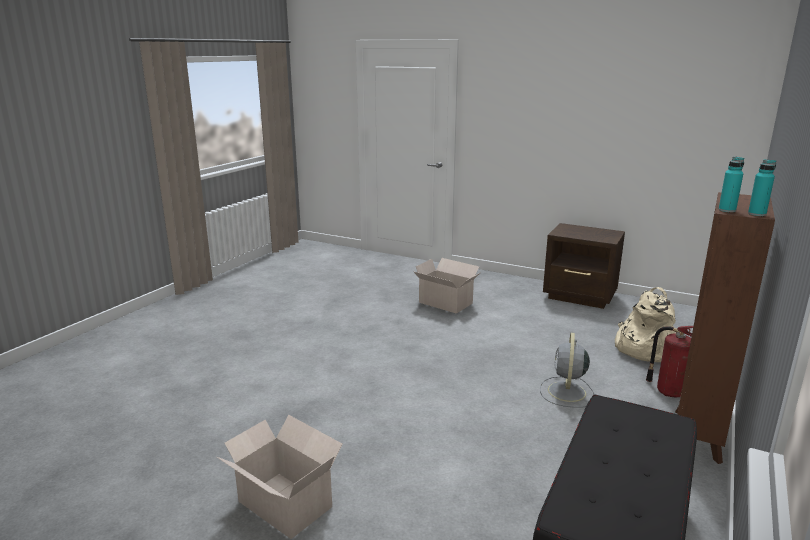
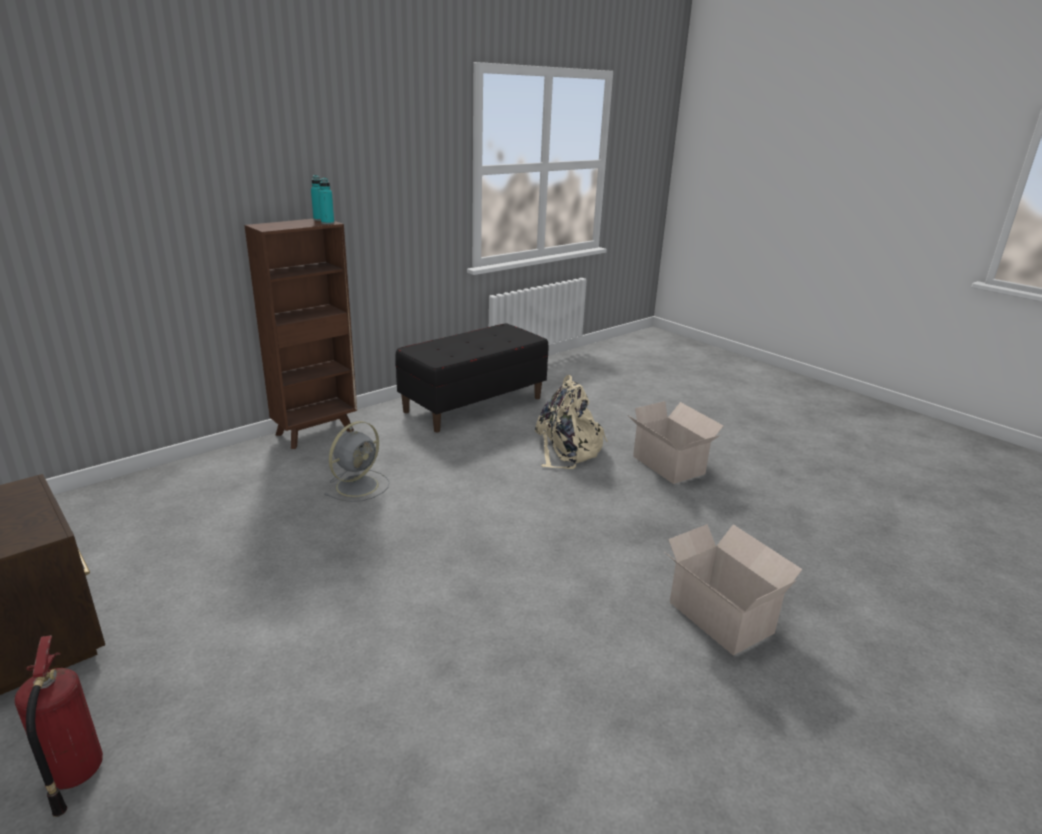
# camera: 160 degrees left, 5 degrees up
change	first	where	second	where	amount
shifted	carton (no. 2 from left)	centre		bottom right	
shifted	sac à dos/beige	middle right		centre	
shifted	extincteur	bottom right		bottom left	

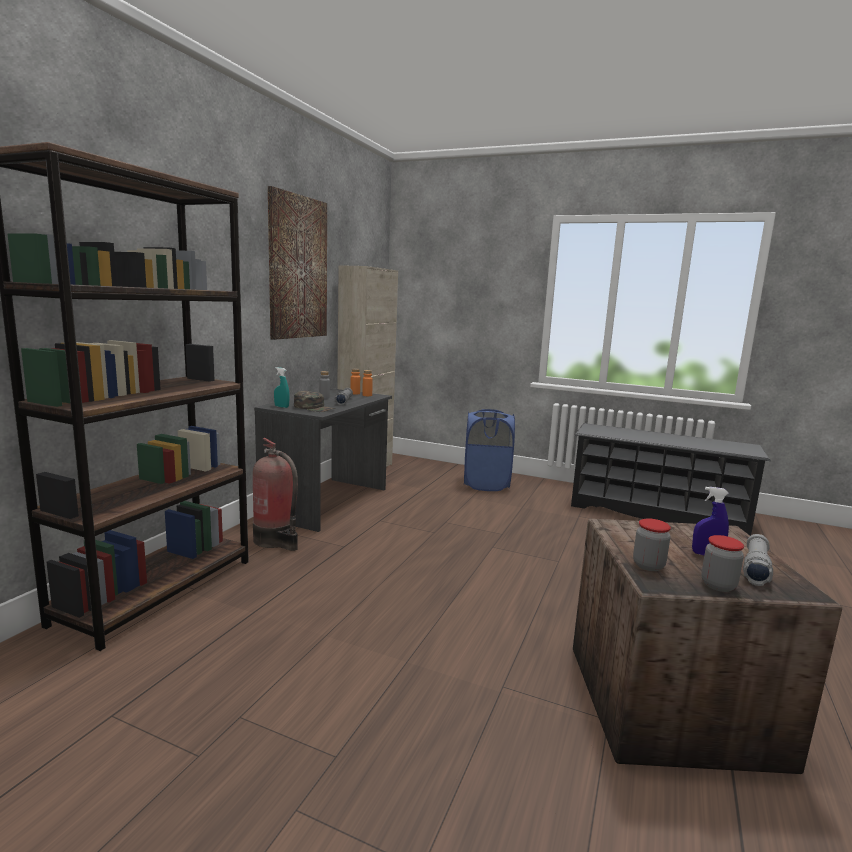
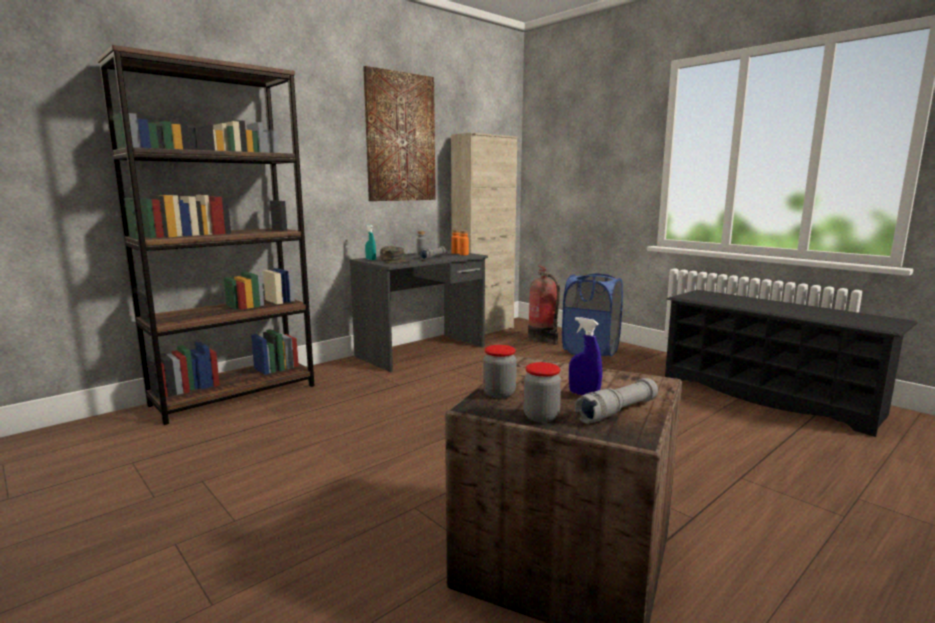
# camera: 25 degrees right, 0 degrees up
change	first	where	second	where	amount
shifted	extincteur	middle left		centre	

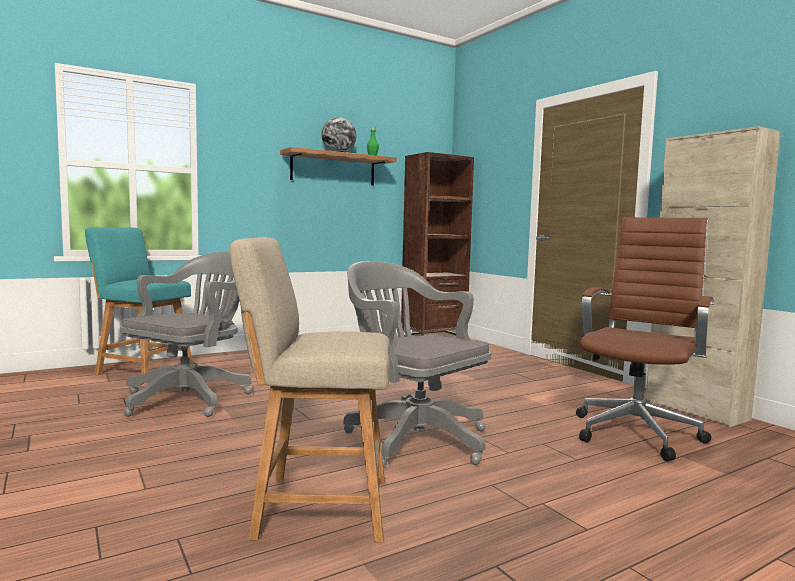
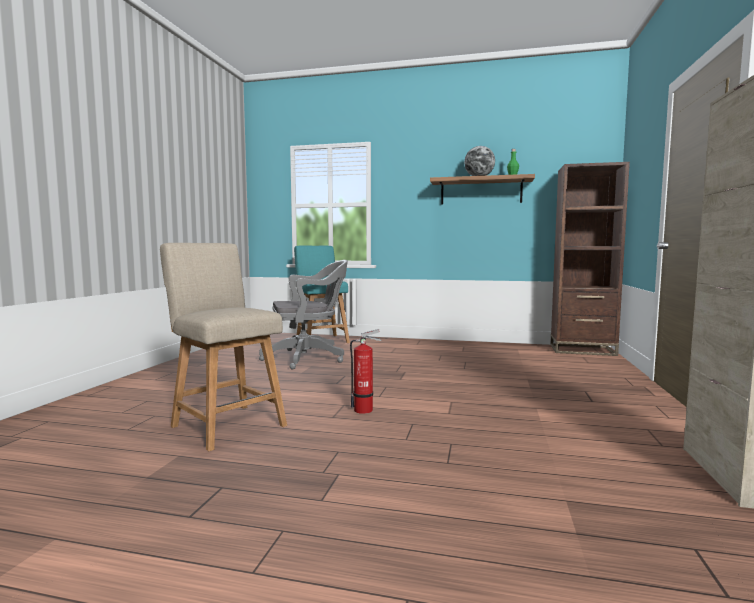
# camera: 45 degrees right, 0 degrees up
change	first	where	second	where	amount
swapped	chaise de bureau/gris (no. 2 from left)	centre	extincteur	centre	
gone	chaise de bureau/marron	middle right			

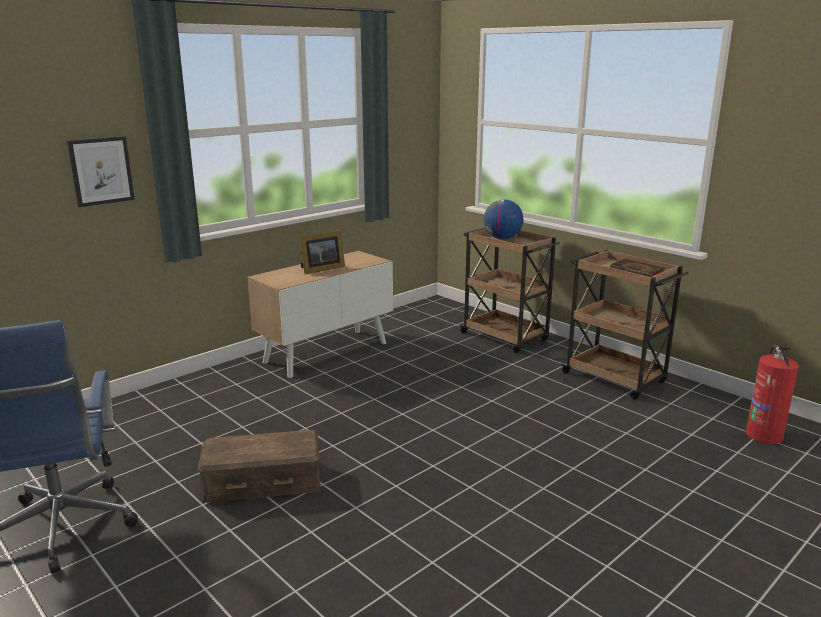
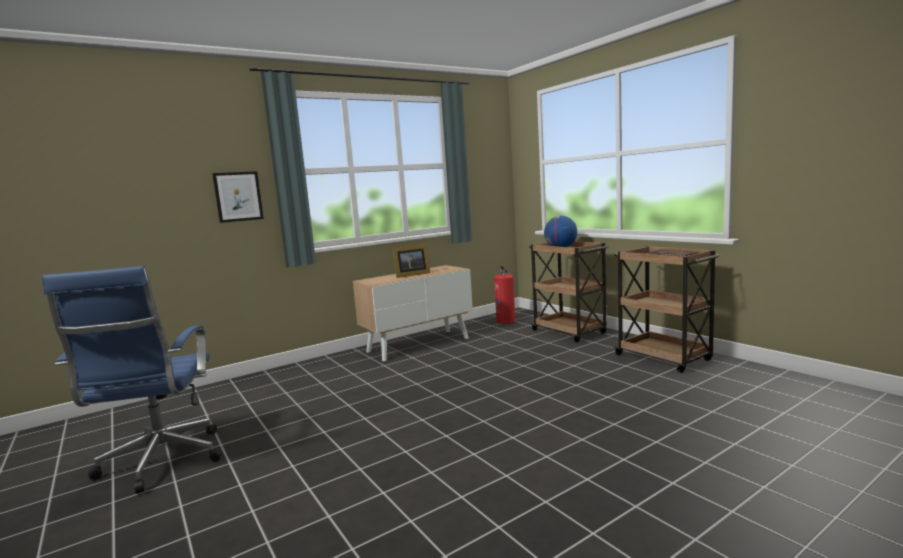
# camera: 10 degrees right, 10 degrees down
change	first	where	second	where	amount
gone	boîte de rangement/marron	bottom left			
shifted	extincteur	middle right		centre	

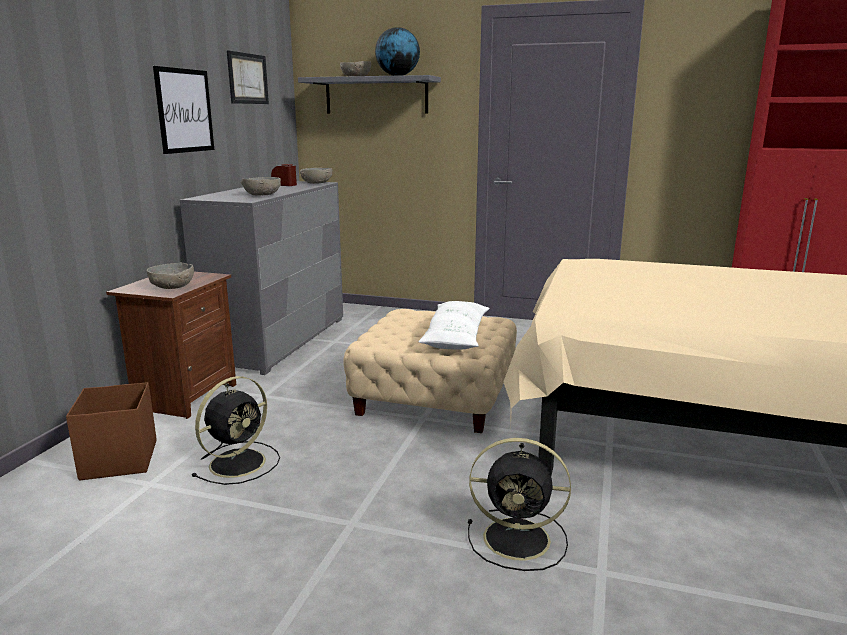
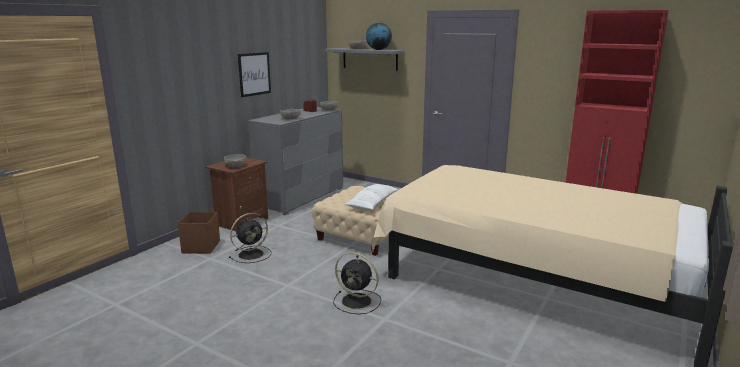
# camera: 15 degrees right, 0 degrees up
change	first	where	second	where	amount
gone	tableau (no. 2 from left)	top left			

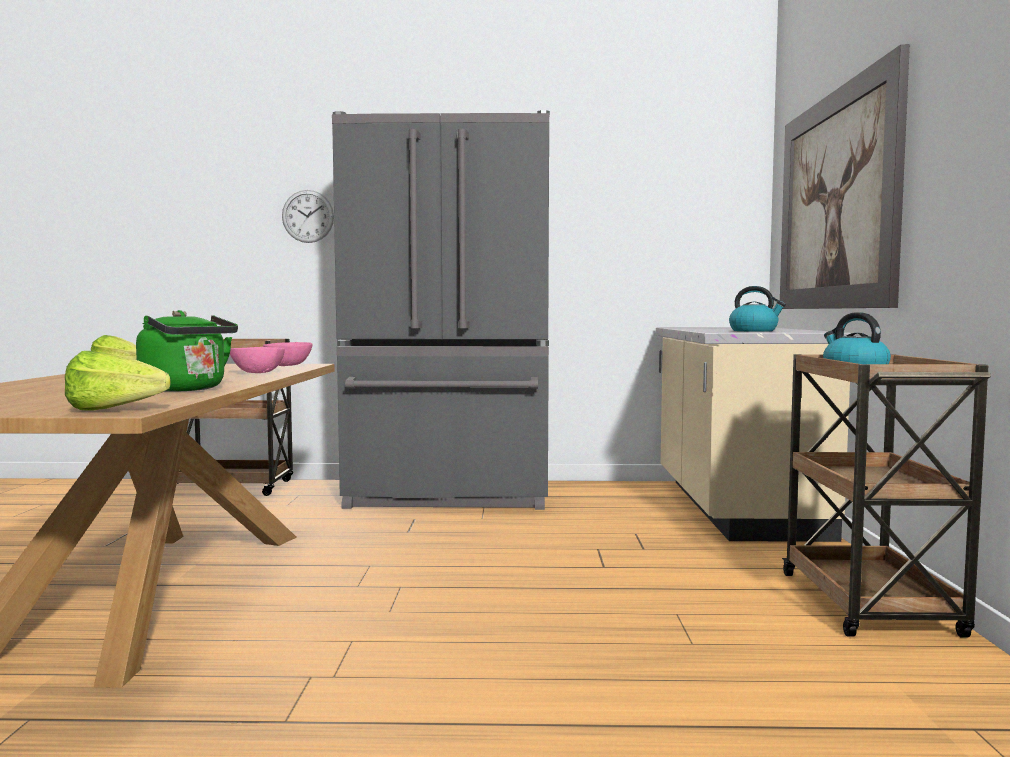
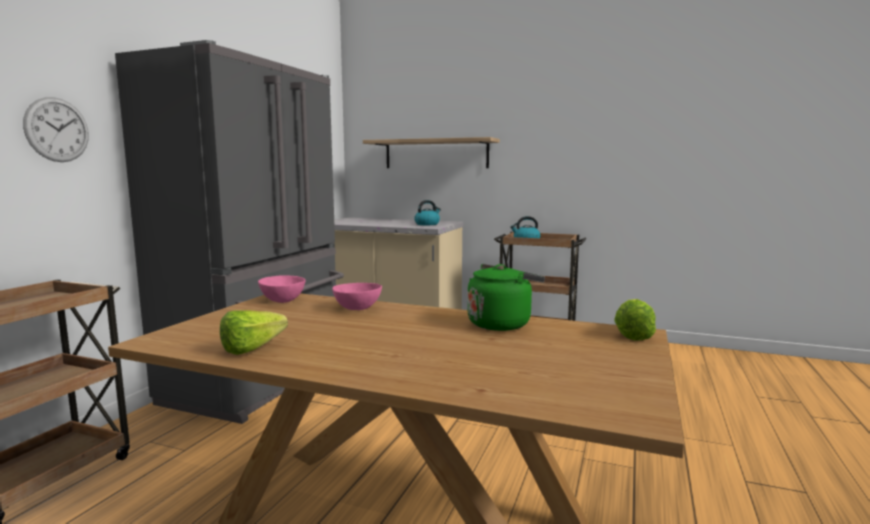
# camera: 70 degrees left, 5 degrees up
change	first	where	second	where	amount
swapped	tableau	top right	étagère	top centre	

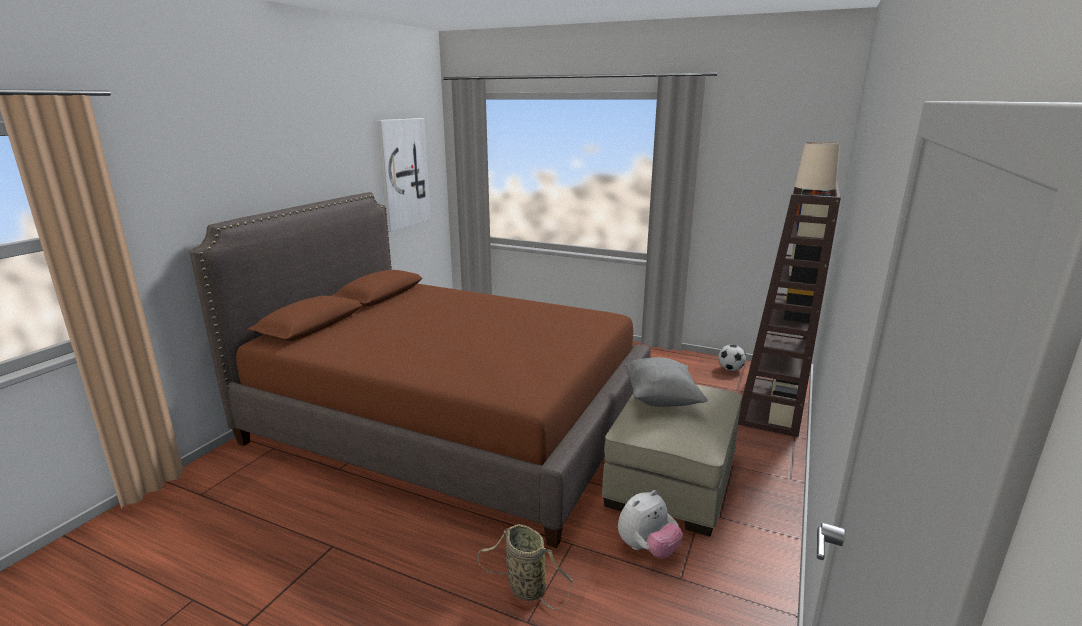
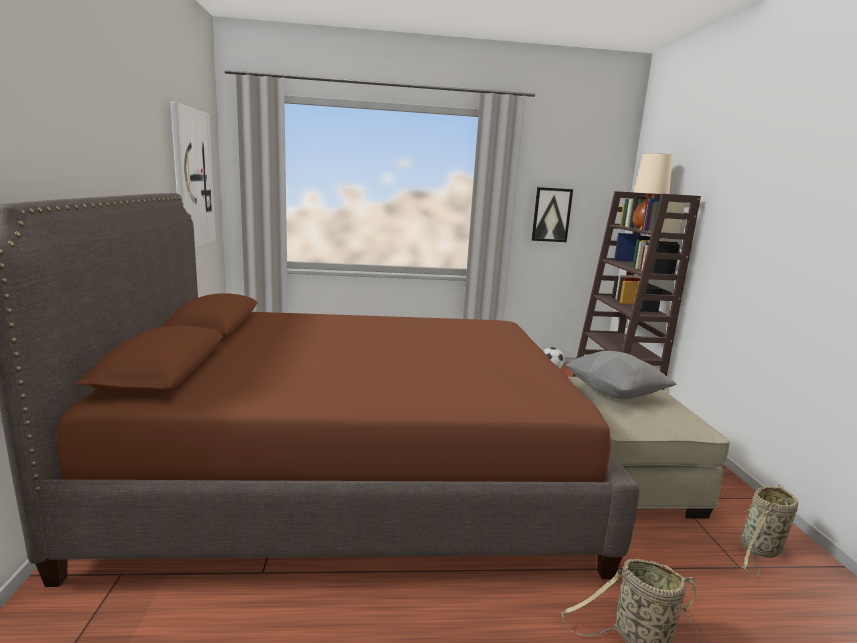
# camera: 30 degrees left, 5 degrees down
change	first	where	second	where	amount
gone	peluche	bottom centre			
new			tableau (no. 2 from left)	top centre	
new			panier (no. 2 from left)	bottom right	

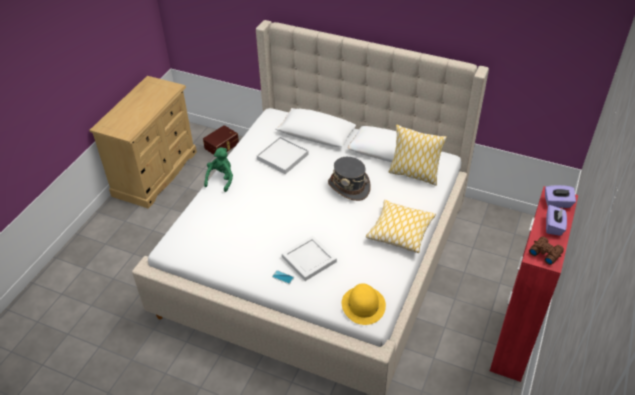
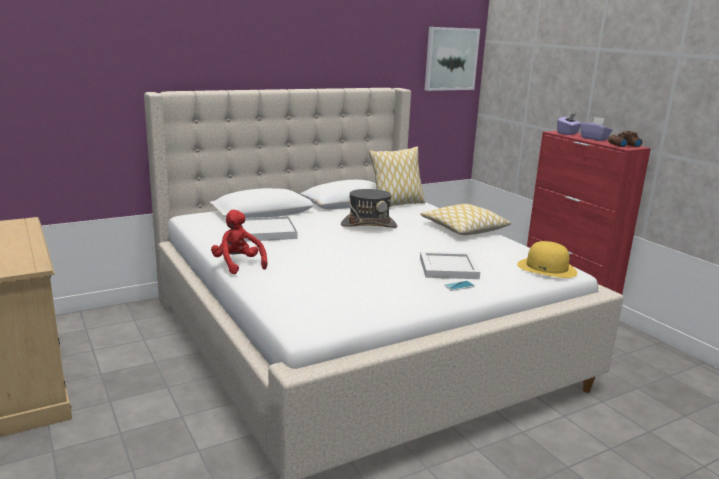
# camera: 55 degrees left, 25 degrees down
change	first	where	second	where	amount
gone	boîte de rangement/marron	centre			
repainted	peluche/vert	centre	peluche/rouge	middle left	
new			tableau	top centre	

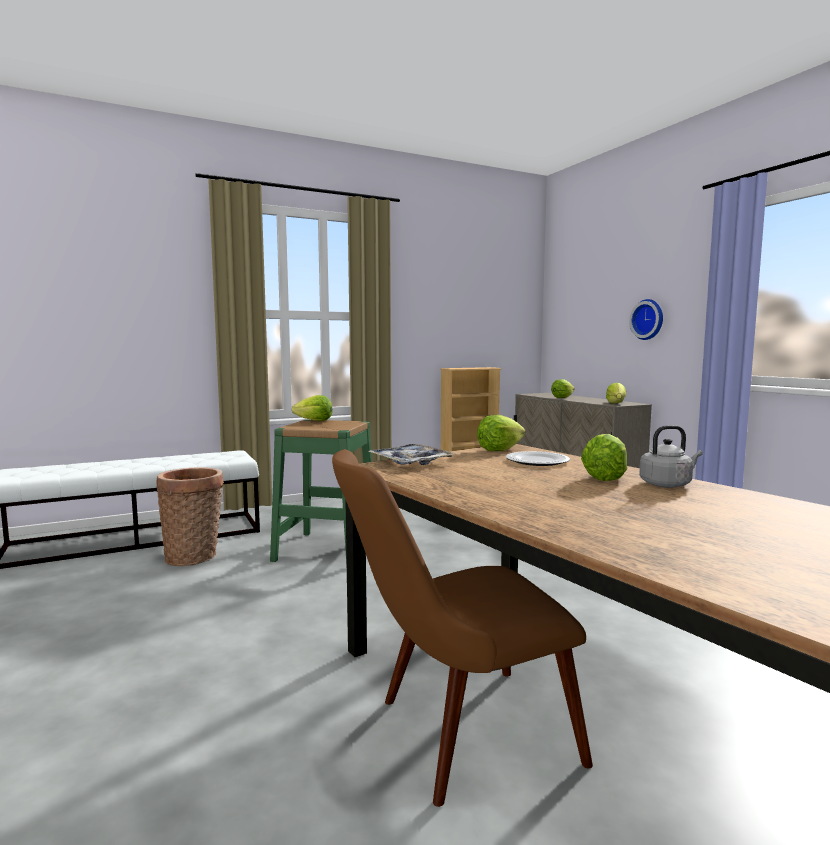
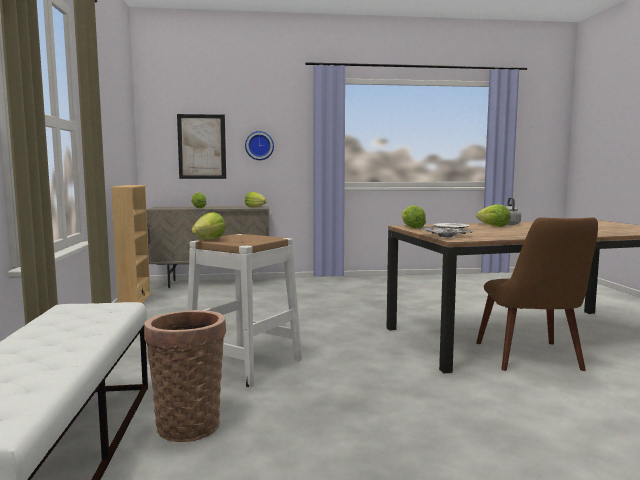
# camera: 70 degrees left, 0 degrees up
change	first	where	second	where	amount
repainted	tabouret/vert	centre	tabouret/blanc	centre	
new			tableau	top left	

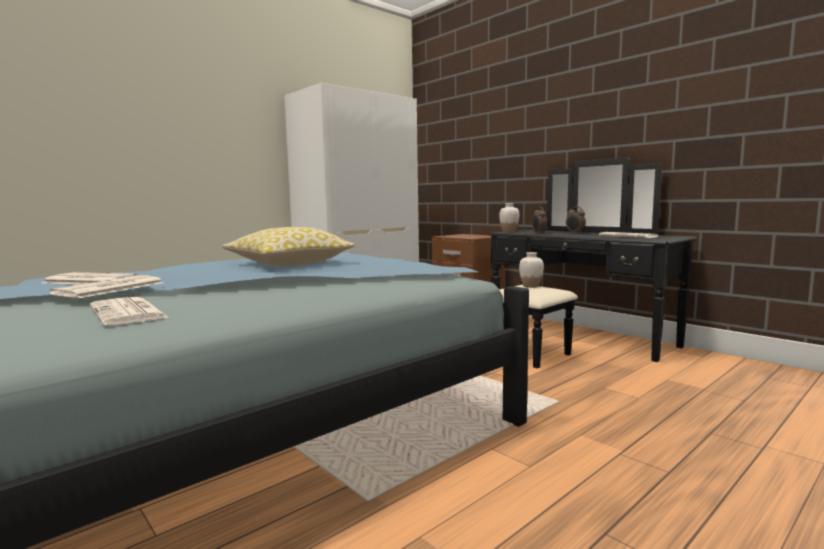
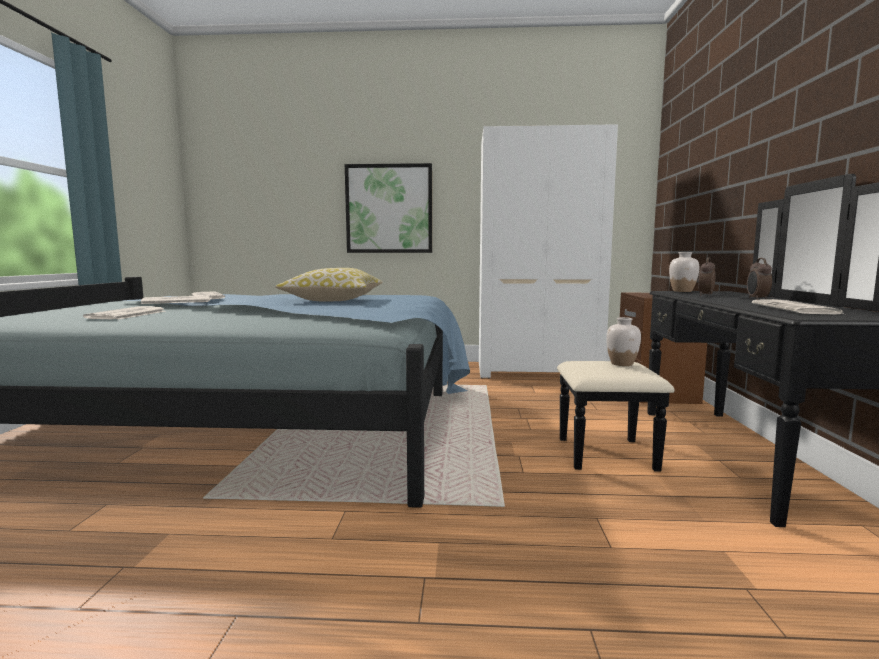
# camera: 45 degrees right, 0 degrees up
change	first	where	second	where	amount
new			tableau	top centre	

